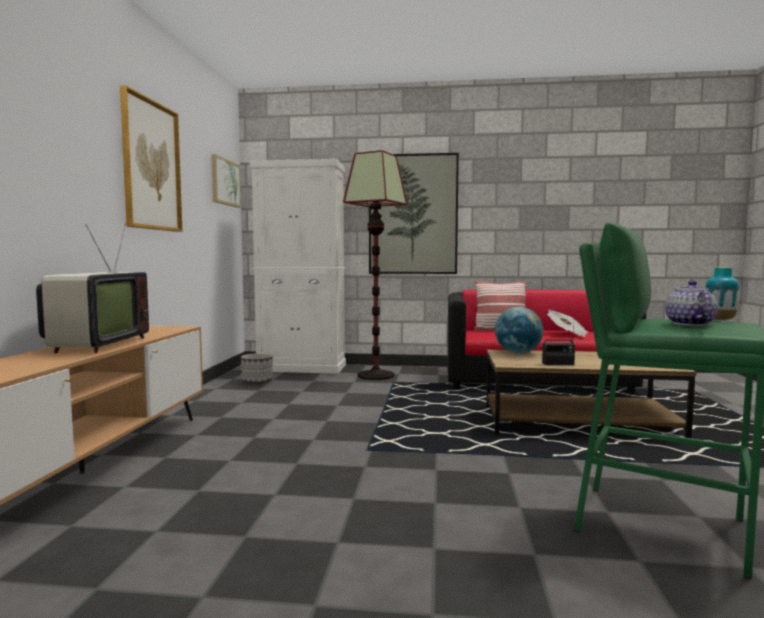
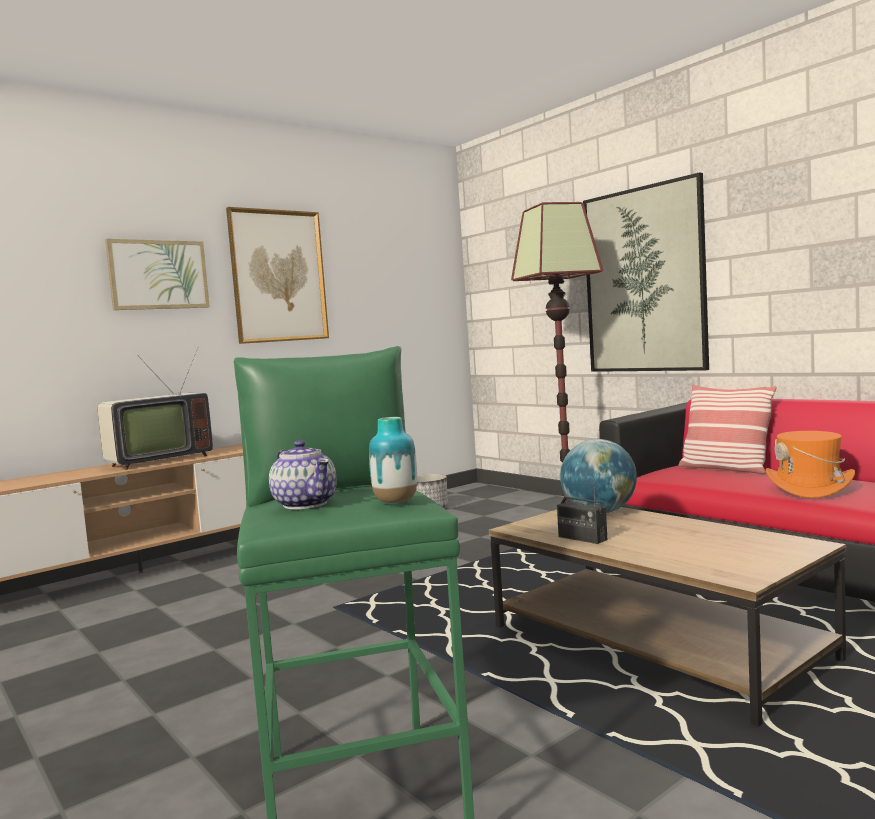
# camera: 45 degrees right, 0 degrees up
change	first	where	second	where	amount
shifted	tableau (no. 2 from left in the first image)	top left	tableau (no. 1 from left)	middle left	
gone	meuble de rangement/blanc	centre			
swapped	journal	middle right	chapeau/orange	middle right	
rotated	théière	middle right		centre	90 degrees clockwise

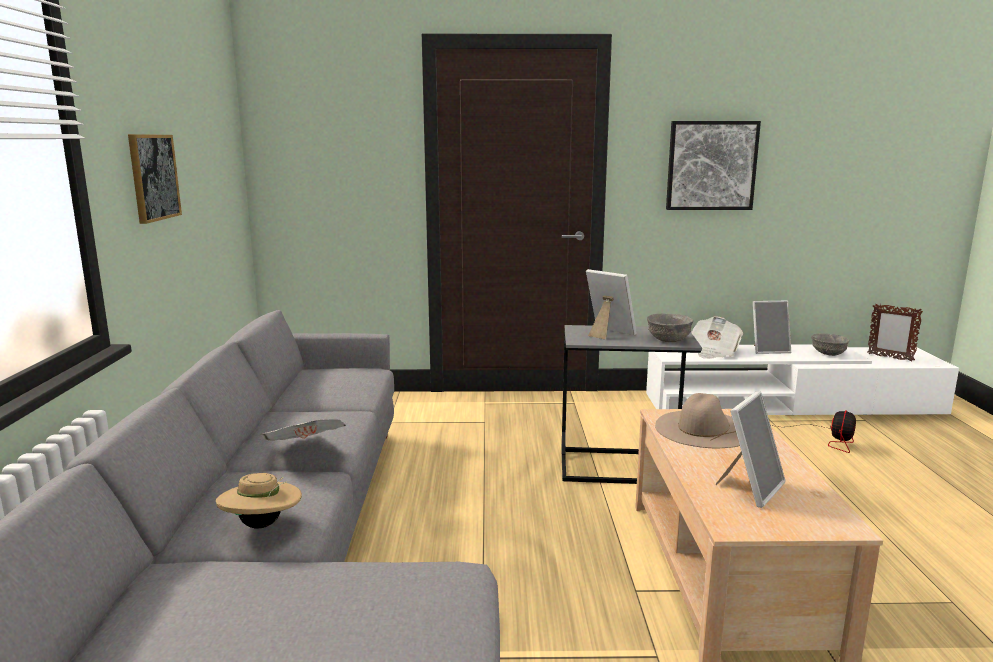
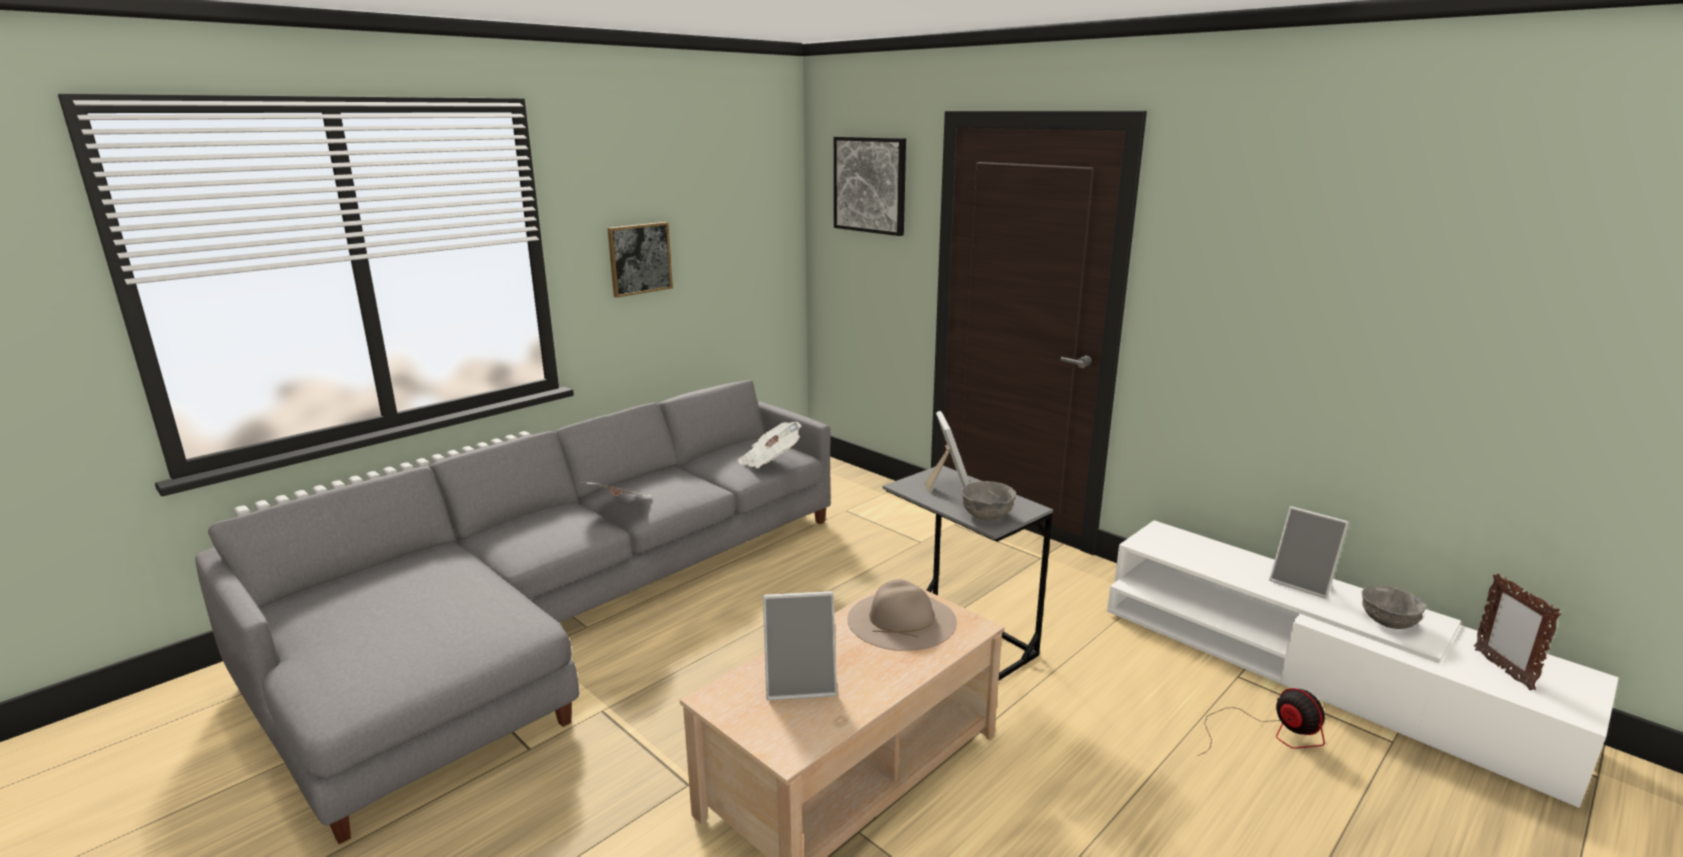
# camera: 45 degrees right, 5 degrees up
change	first	where	second	where	amount
gone	chapeau/beige (no. 1 from left)	bottom left			
shifted	tableau (no. 2 from left)	top right		top centre	
shifted	journal (no. 2 from left)	middle right		centre	
rotated	ventilateur	middle right		bottom right	105 degrees counterclockwise

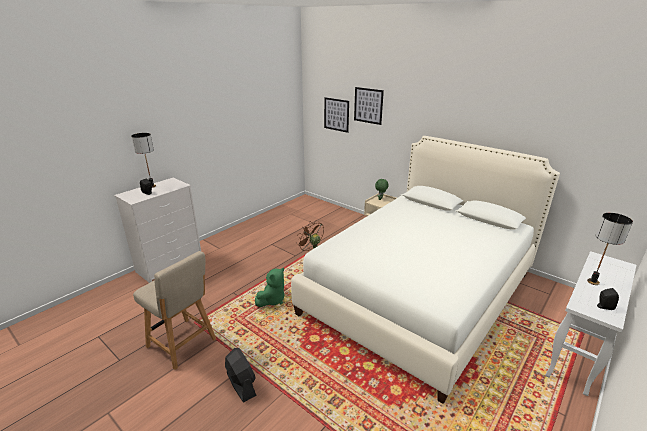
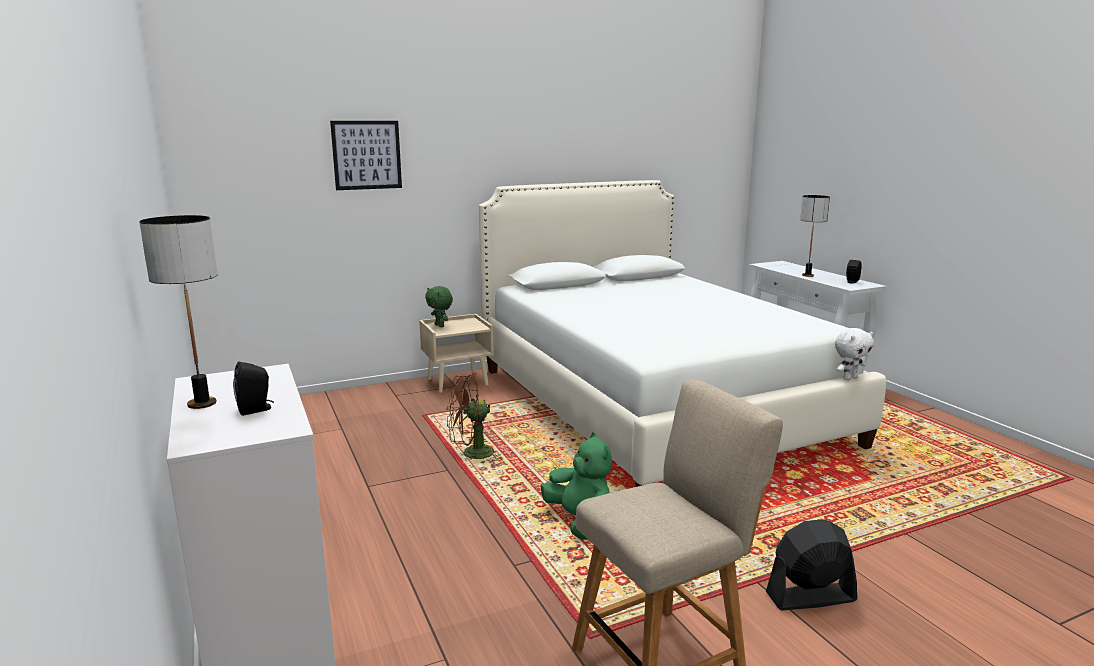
# camera: 65 degrees left, 10 degrees down
change	first	where	second	where	amount
gone	tableau (no. 1 from left)	top centre			
new			peluche/blanc	middle right	

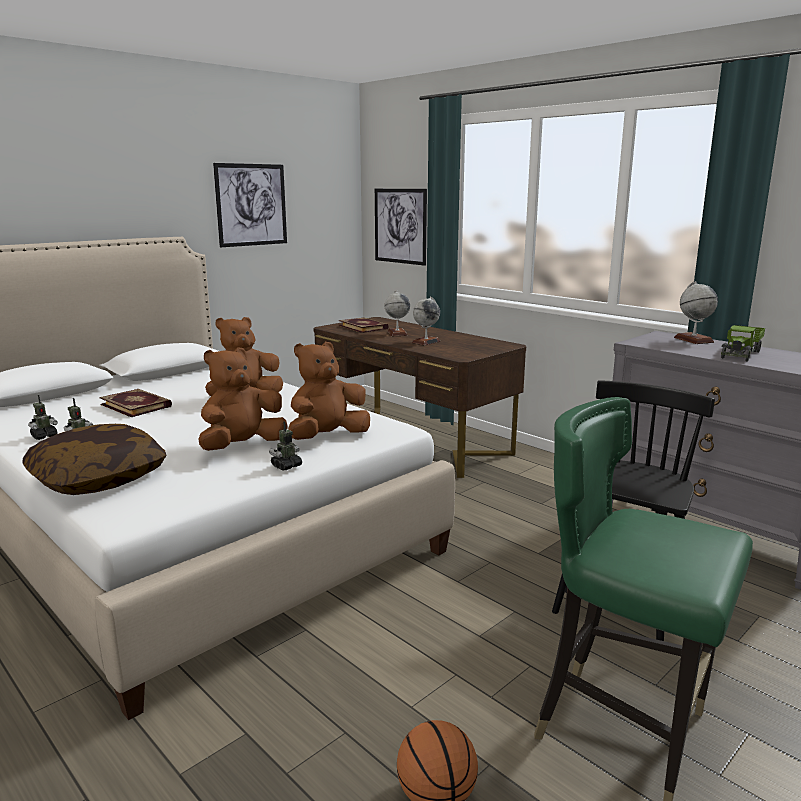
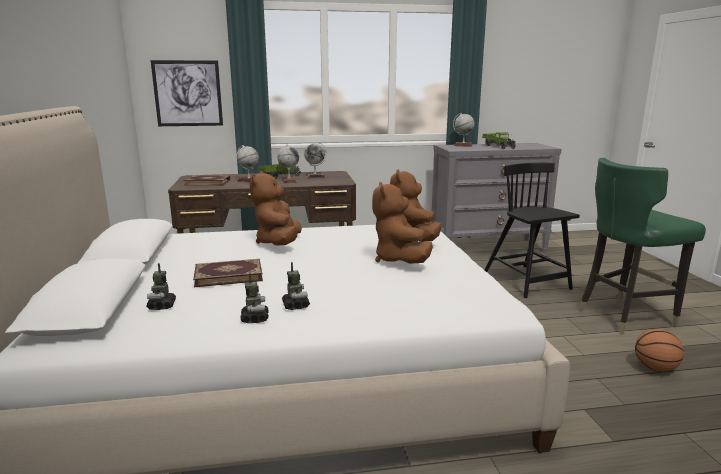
# camera: 55 degrees left, 0 degrees up
change	first	where	second	where	amount
gone	coussin	middle left			
gone	tableau (no. 1 from left)	top left			
shifted	robot jouet (no. 3 from left in the first image)	centre	robot jouet (no. 1 from left)	middle left	
new			camion jouet (no. 1 from left)	centre	
new			globe (no. 3 from left)	centre	

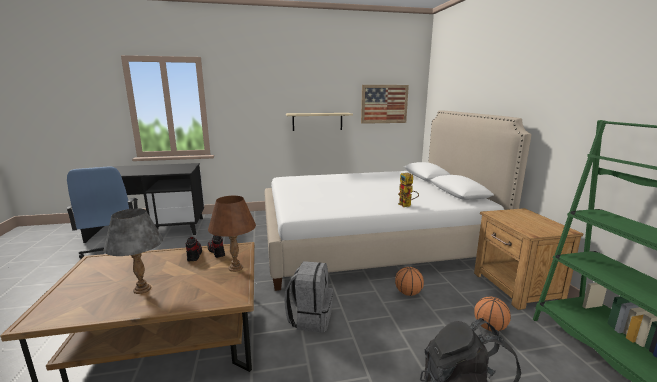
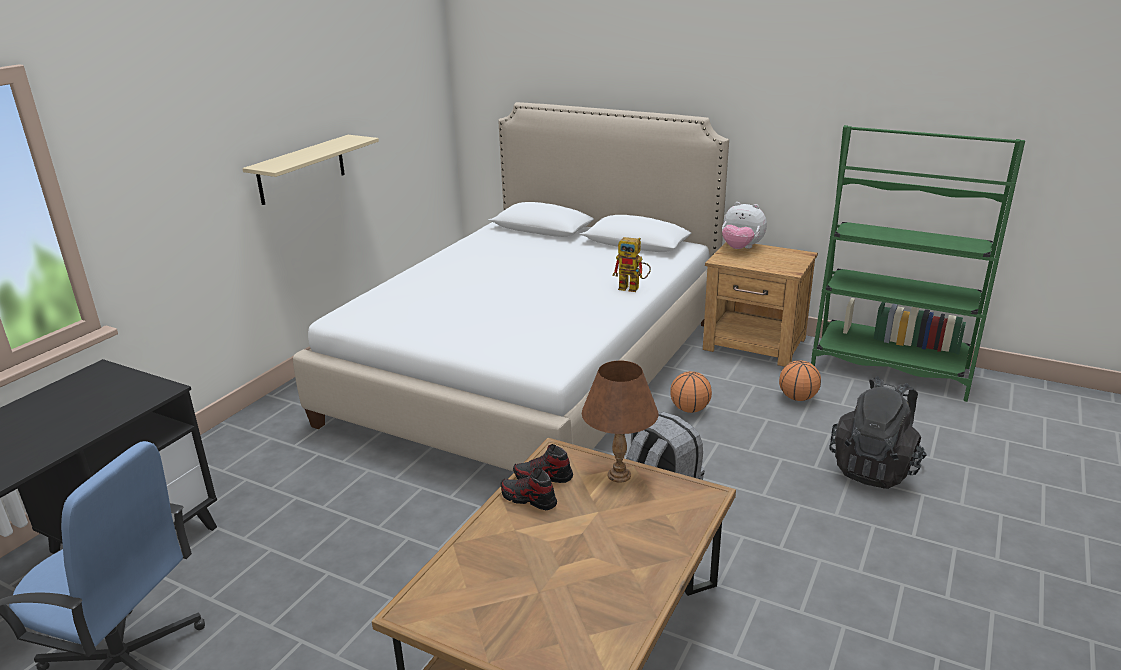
# camera: 50 degrees left, 10 degrees up
change	first	where	second	where	amount
gone	lampe de table/gris	middle left			
gone	tableau	top centre			
new			peluche	centre	

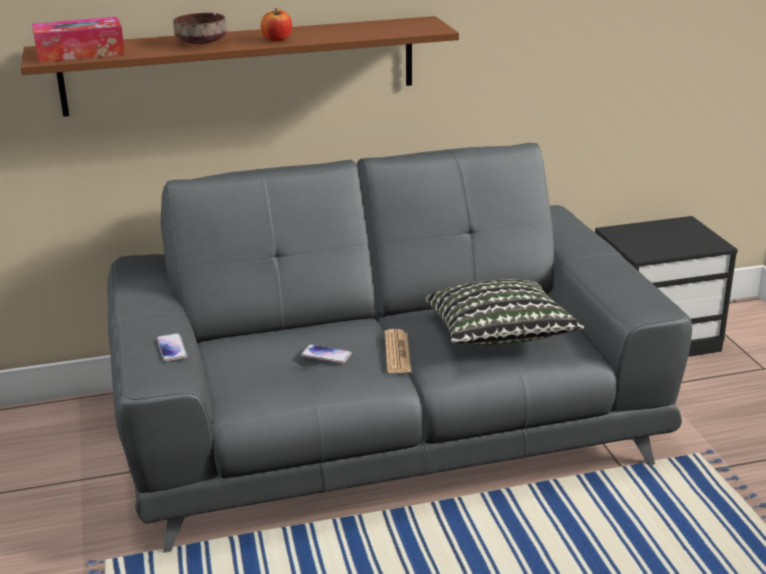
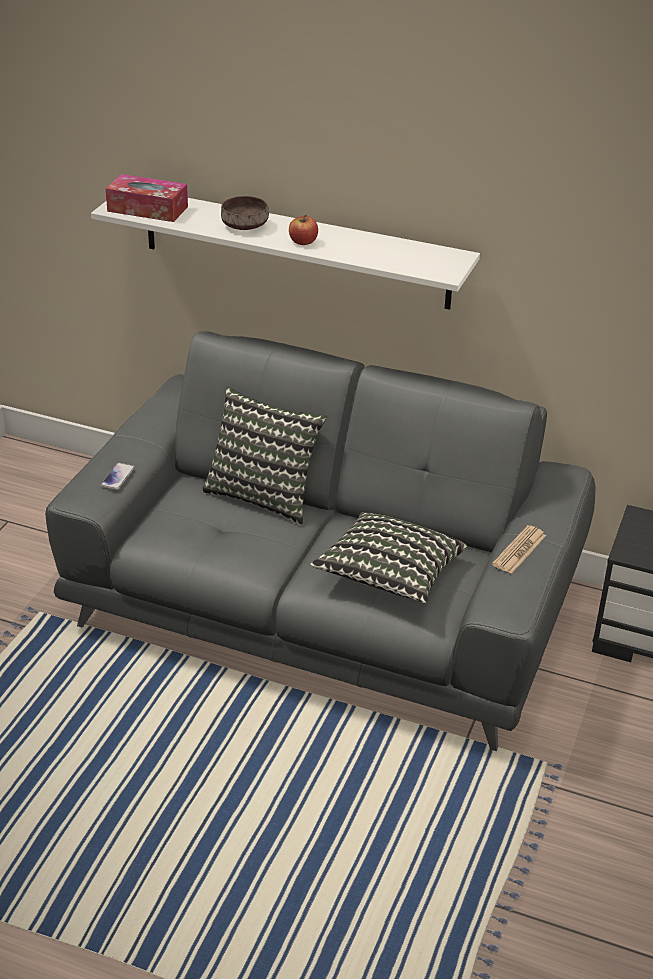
# camera: 35 degrees right, 10 degrees up
change	first	where	second	where	amount
repainted	étagère/marron	top left	étagère/blanc	top centre	
gone	téléphone (no. 2 from left)	centre			
shifted	journal	centre		middle right	
new			coussin (no. 1 from left)	centre	

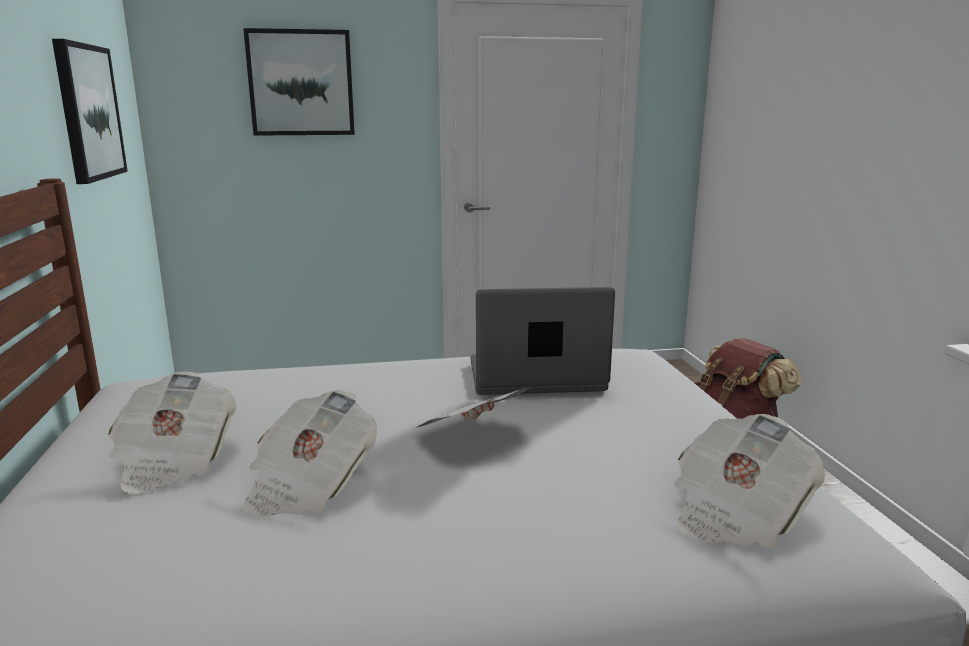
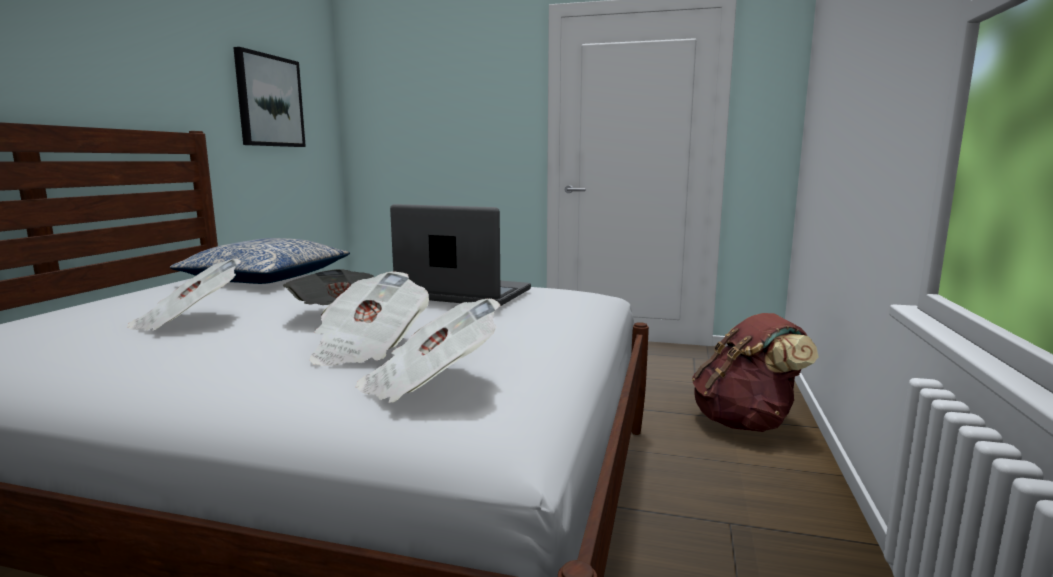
# camera: 25 degrees right, 5 degrees down
change	first	where	second	where	amount
shifted	journal (no. 1 from left in the first image)	bottom left	journal (no. 3 from left)	centre	
gone	tableau (no. 2 from left)	top left			
new			coussin	middle left	

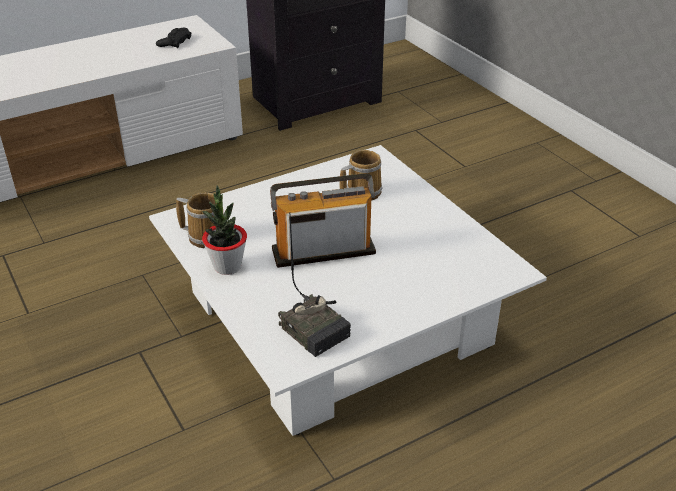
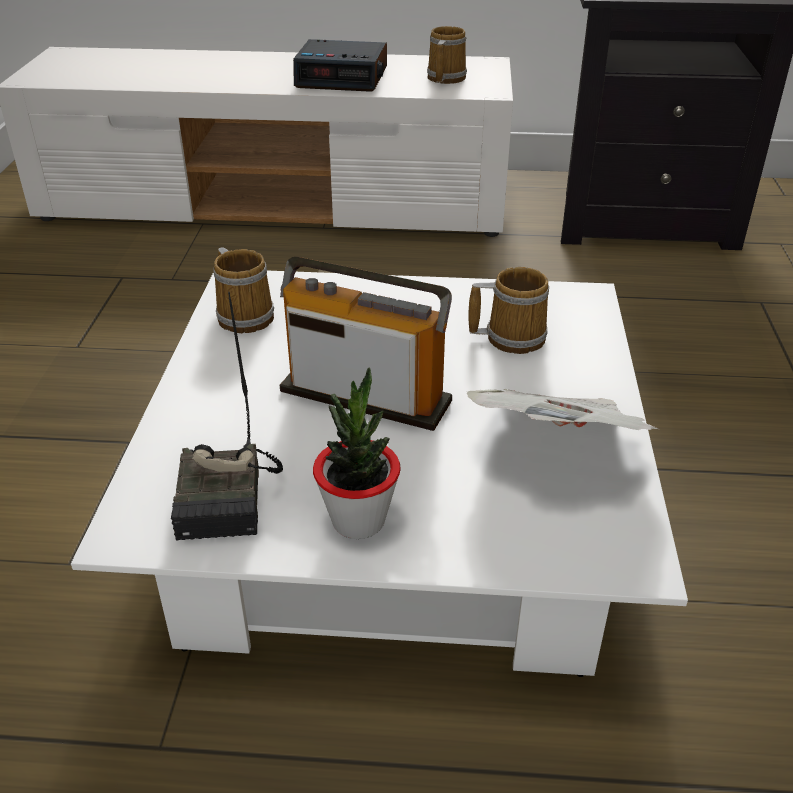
# camera: 35 degrees right, 0 degrees up
change	first	where	second	where	amount
swapped	manette/noir	top left	mug (no. 2 from left)	top centre	
shifted	plante en pot	middle left		centre	
new			réveil	top centre	
new			journal	middle right	

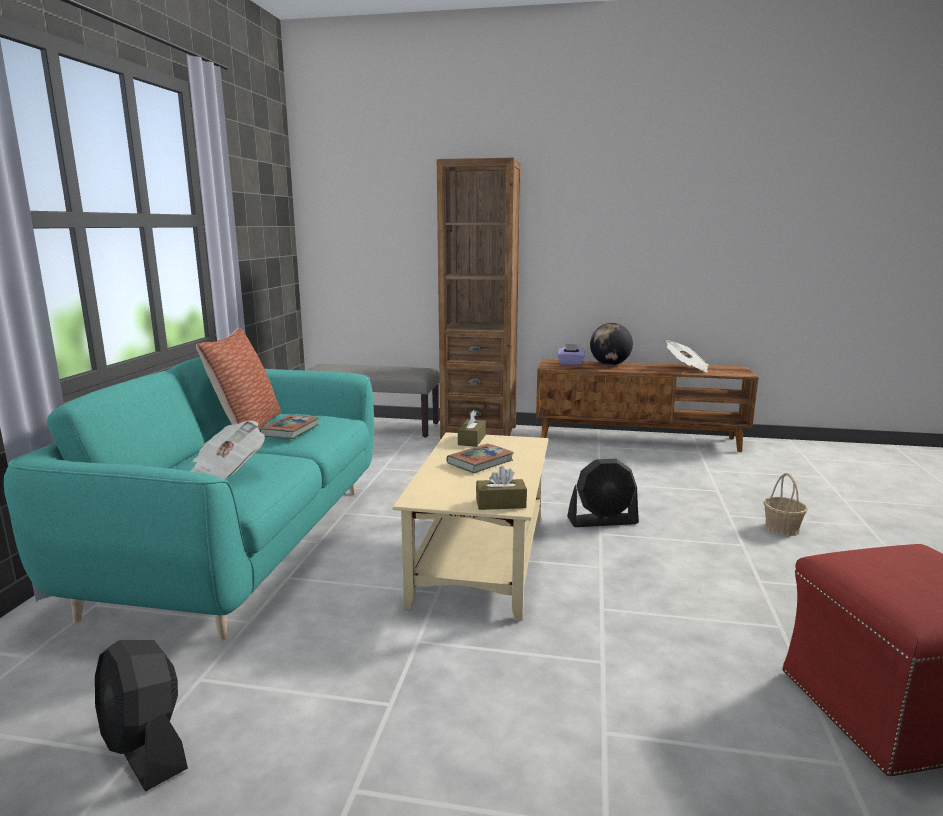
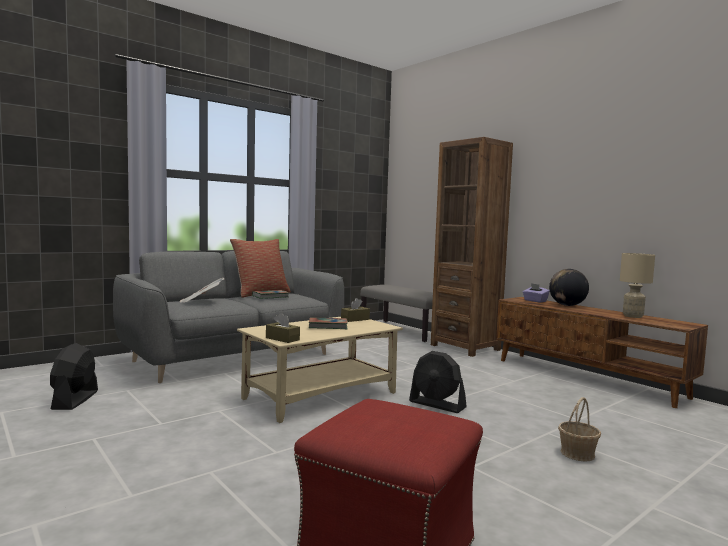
# camera: 40 degrees right, 10 degrees down
change	first	where	second	where	amount
repainted	canapé/turquoise	middle left	canapé/gris	middle left	
swapped	journal (no. 2 from left)	middle right	lampe de table/beige	middle right	

